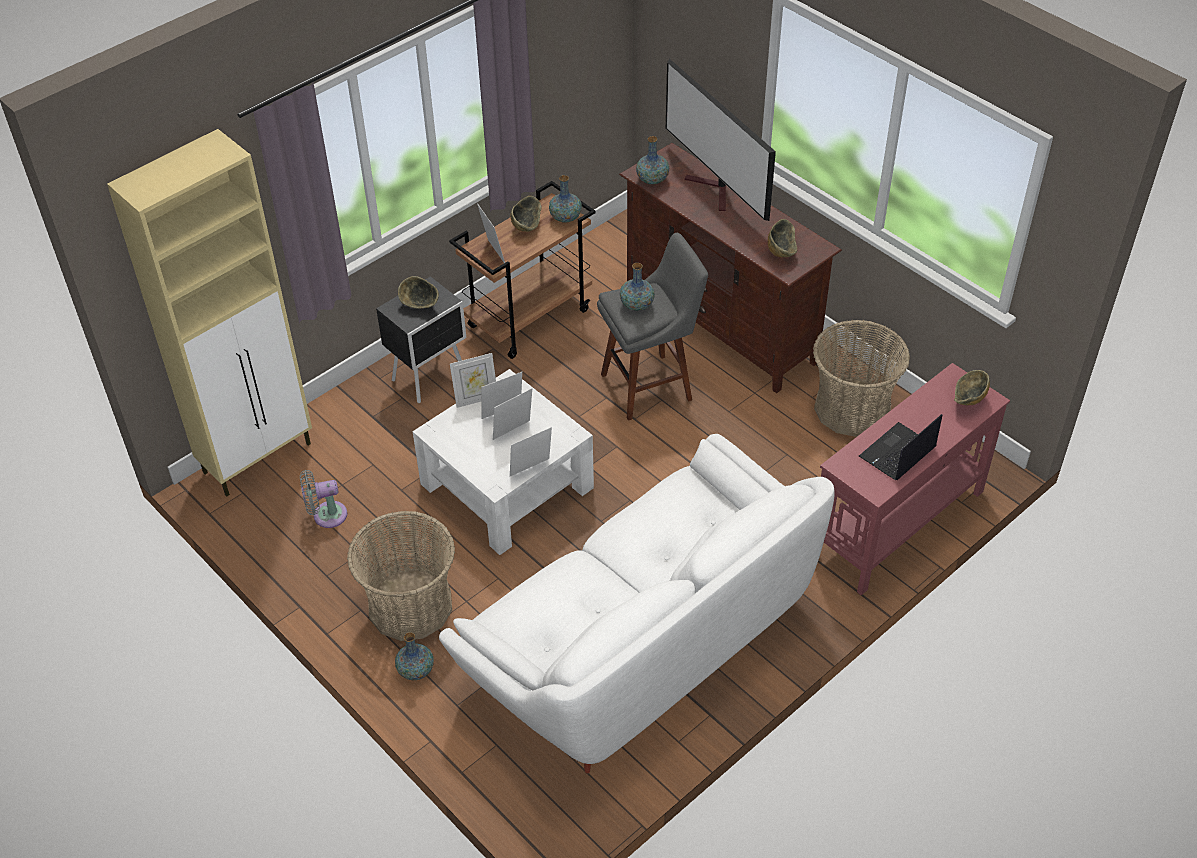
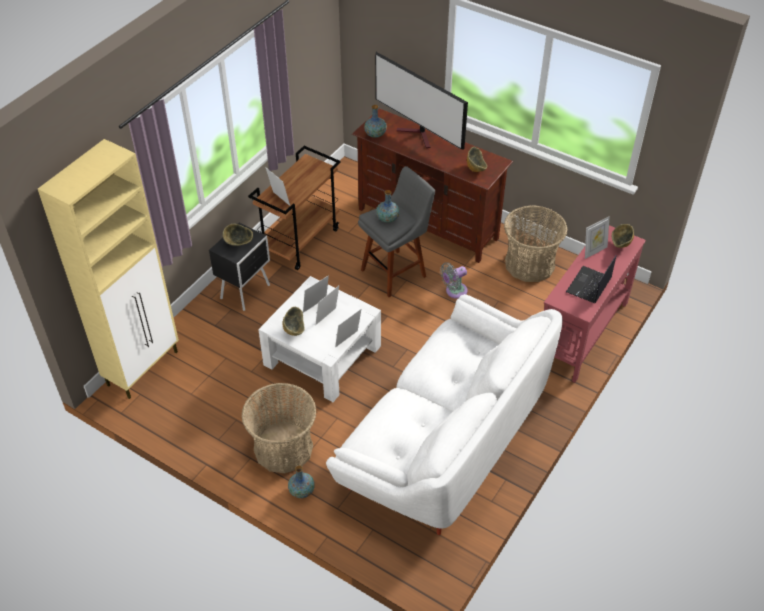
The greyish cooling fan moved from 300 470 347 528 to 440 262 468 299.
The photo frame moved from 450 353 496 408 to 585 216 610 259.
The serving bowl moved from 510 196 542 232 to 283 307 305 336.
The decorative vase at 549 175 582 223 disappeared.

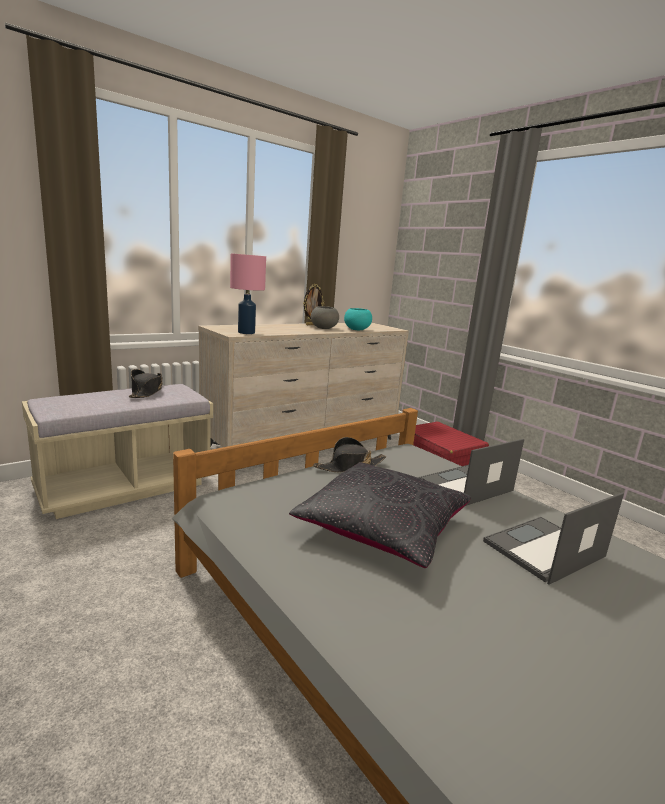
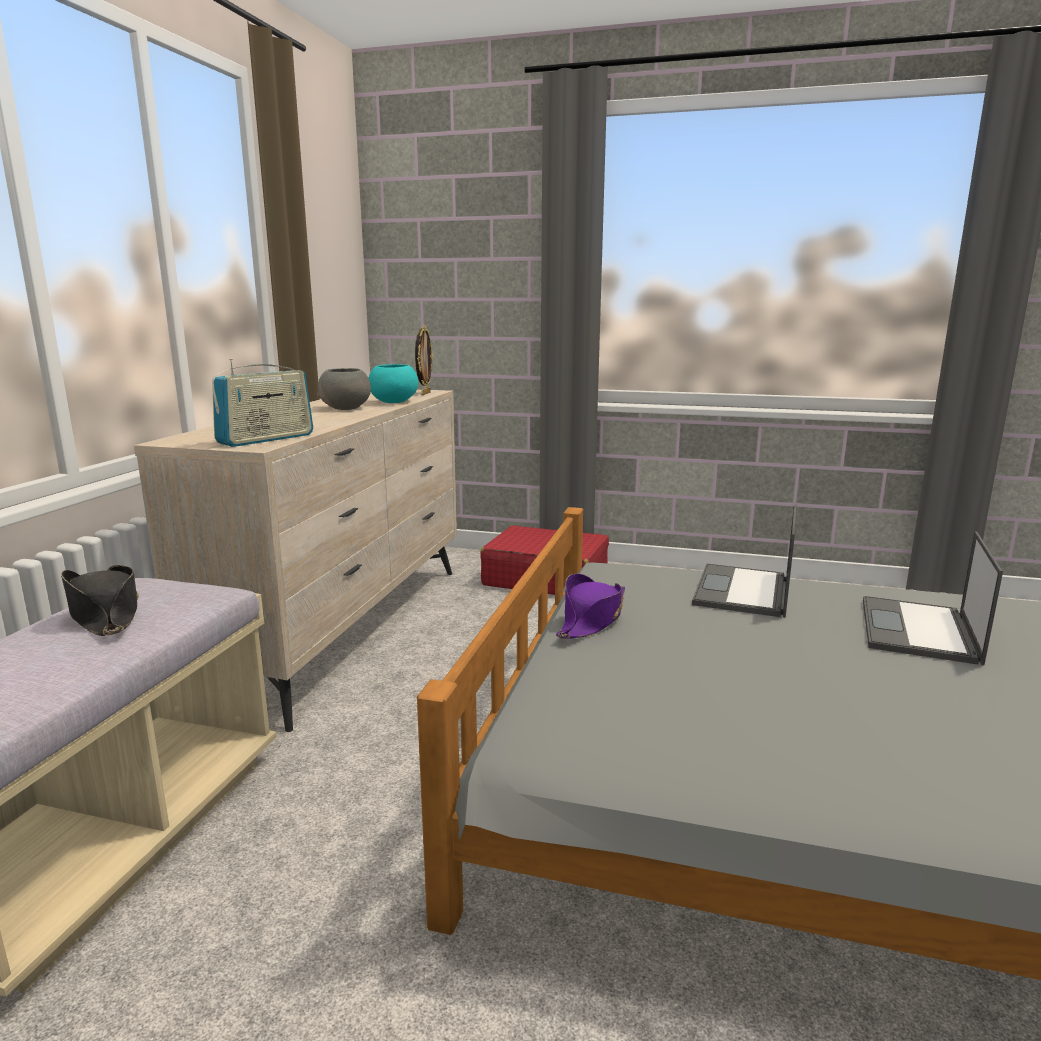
The pink tabletop lamp at 230 253 266 334 was replaced by the radio at 212 358 313 447.
The blackish pillow at 289 462 471 568 disappeared.
The photo frame moved from 303 284 324 325 to 415 325 433 395.
The blackish wearable hat at 313 437 386 472 became the purple-coloured wearable hat at 556 574 625 639.

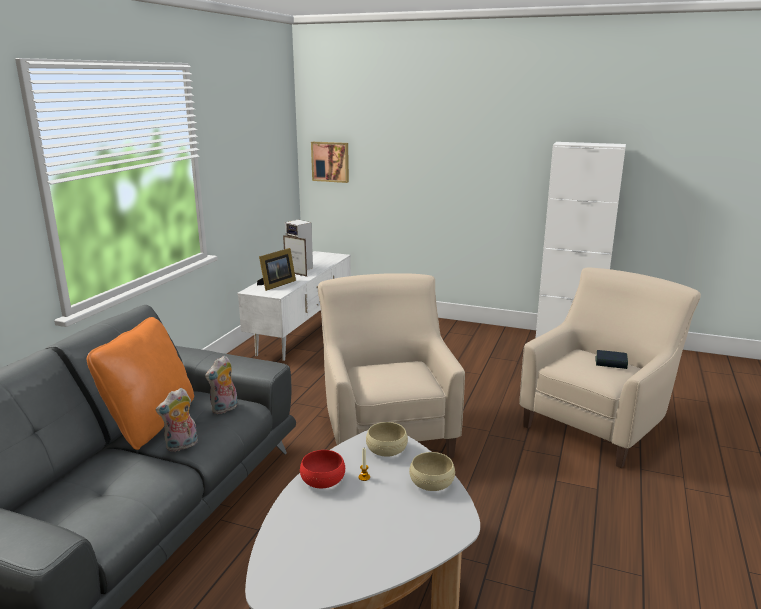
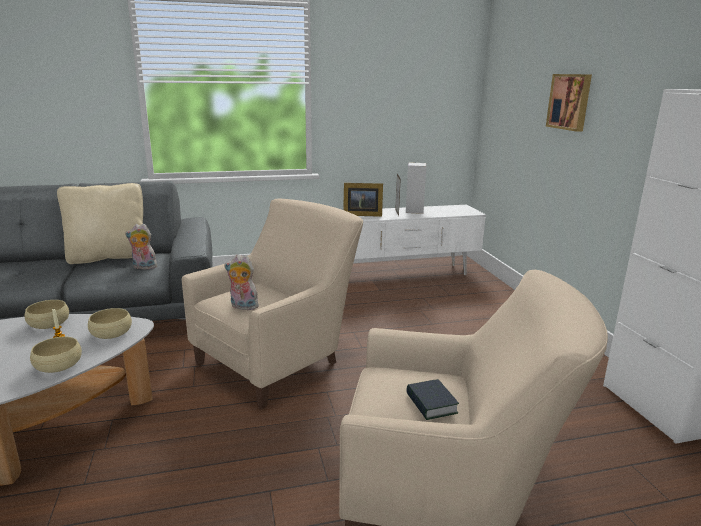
The orangey pillow at 87 317 194 450 became the beige-coloured pillow at 57 183 143 264.
The plush toy moved from 155 388 198 452 to 224 255 261 310.
The red serving bowl at 300 450 345 488 became the beige-coloured serving bowl at 25 300 69 329.
The picture moved from 311 142 349 183 to 546 74 592 132.

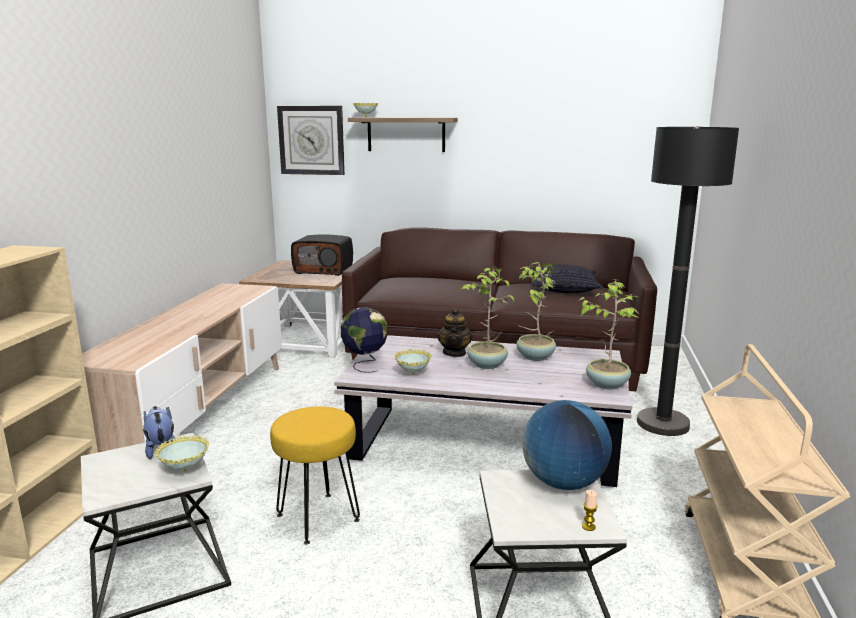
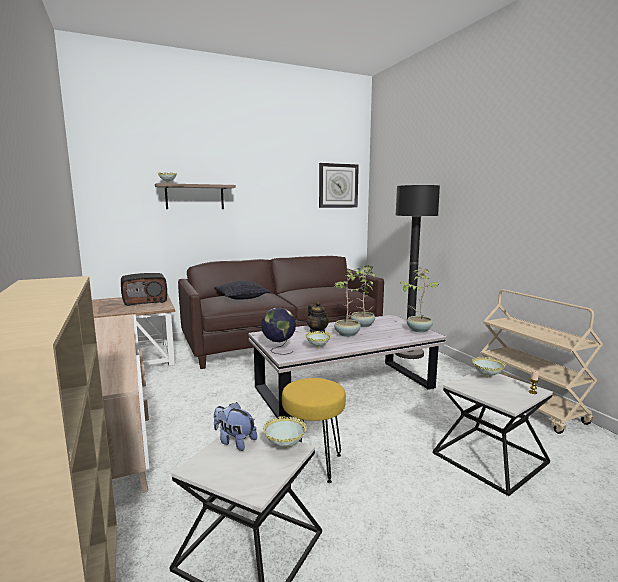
The hanging clock moved from 277 106 345 175 to 319 163 359 208.
The desk globe at 522 400 612 490 was replaced by the serving bowl at 472 357 505 378.
The pillow moved from 532 264 603 293 to 214 281 271 300.

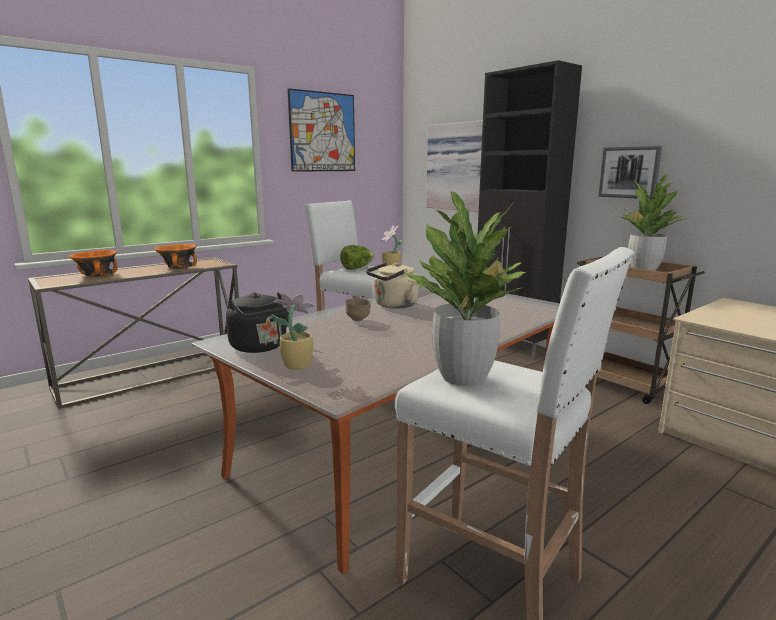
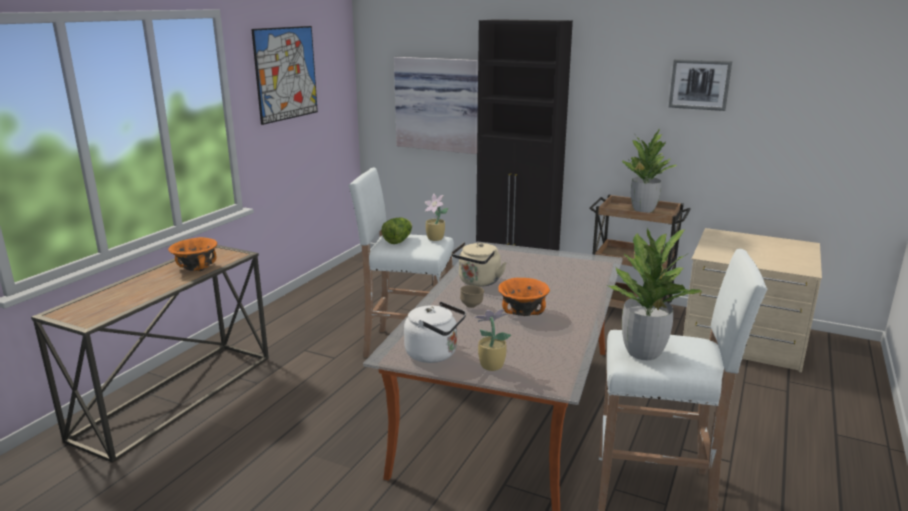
The orangey serving bowl moved from 69 250 118 277 to 498 278 550 316.
The blackish kettle at 226 292 289 353 became the white-coloured kettle at 404 302 466 363.
The picture moved from 598 146 662 199 to 669 59 732 111.

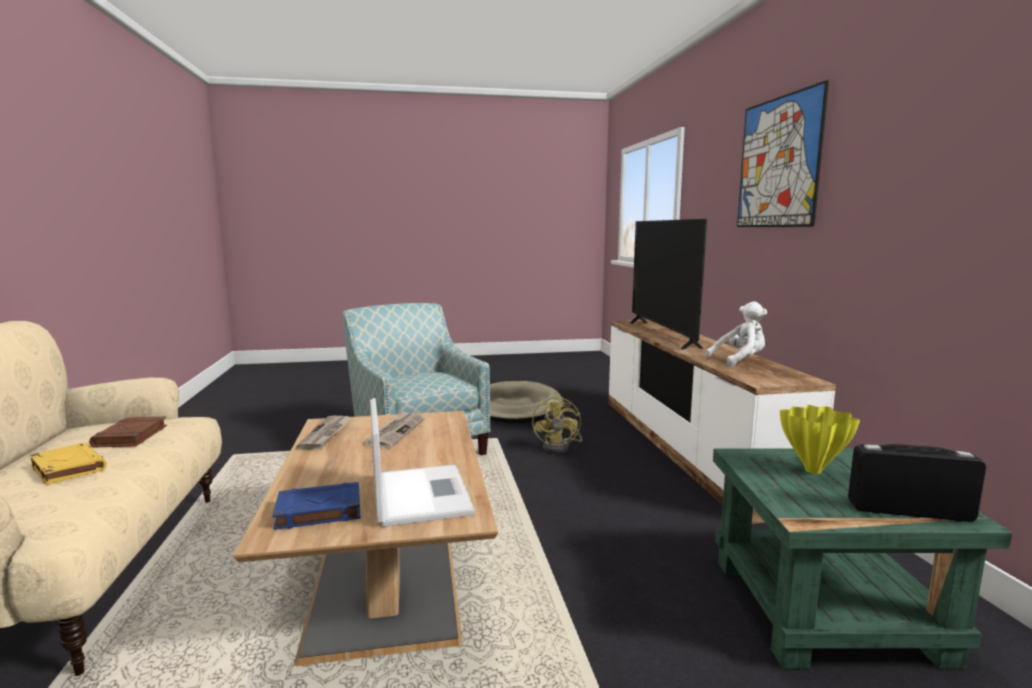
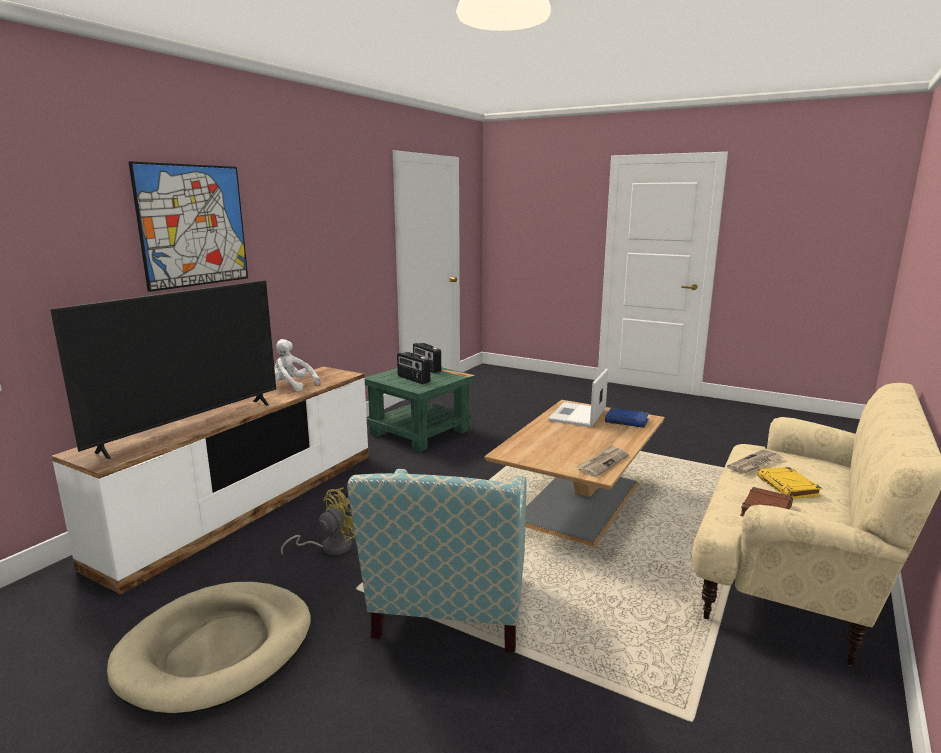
The daily paper moved from 363 411 425 449 to 727 449 782 474.
The yellow-coloured decorative vase at 780 405 860 474 was replaced by the radio at 397 352 430 384.

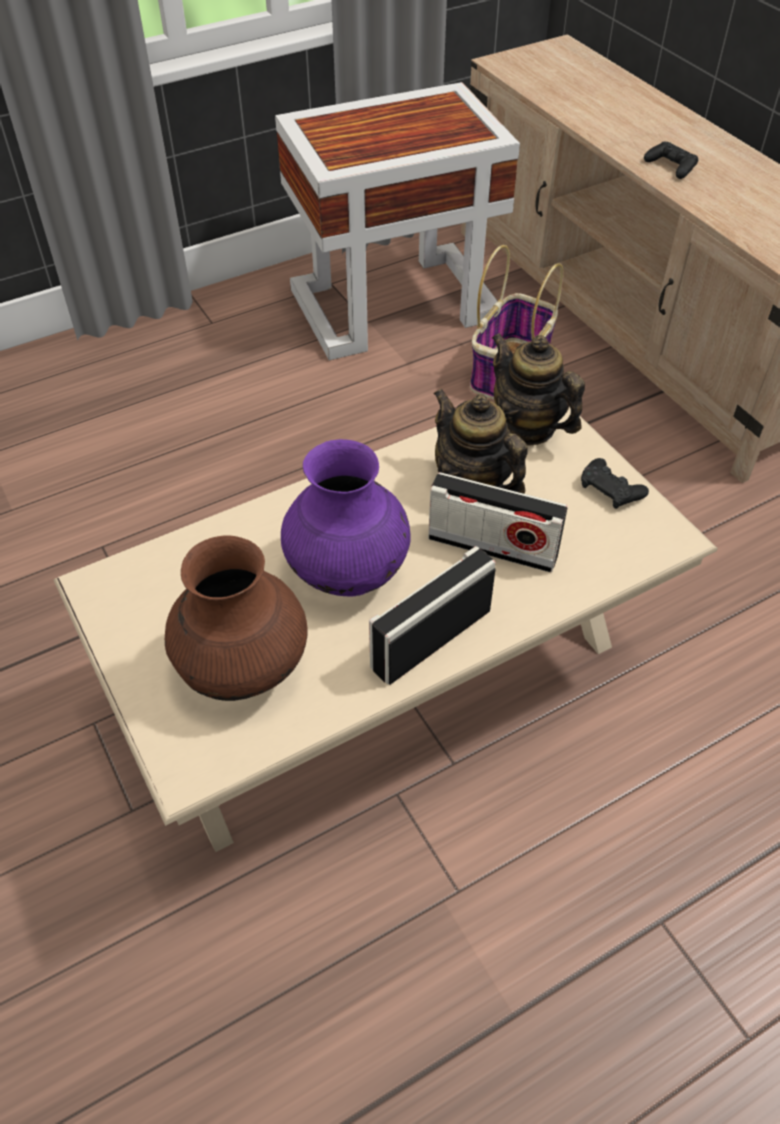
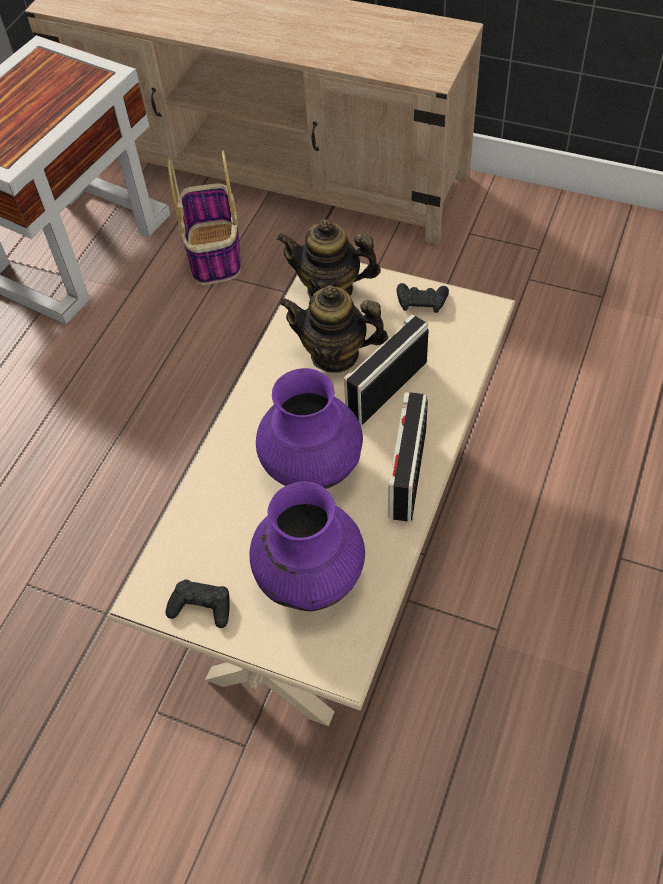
The brown-coloured decorative vase at 165 535 308 701 became the purple-coloured decorative vase at 250 481 365 611.
The radio at 428 472 568 573 turned 150 degrees clockwise.
The blackish game controller moved from 644 142 698 179 to 166 580 230 628.

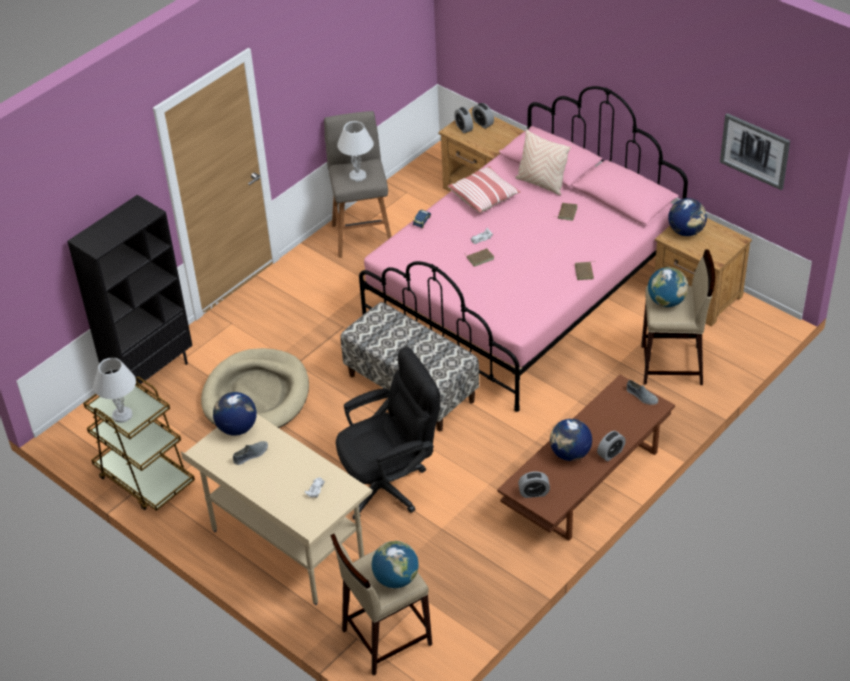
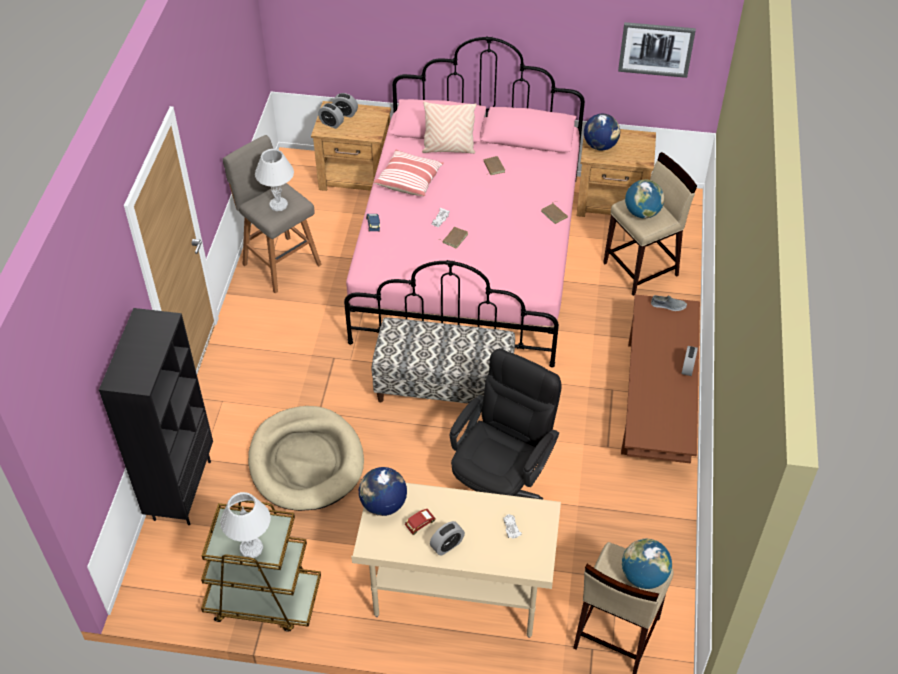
The greyish item of footwear at 233 441 268 465 was replaced by the red miniature car at 405 509 436 535.
The table clock moved from 518 472 550 498 to 430 521 465 555.
The desk globe at 550 419 592 461 disappeared.

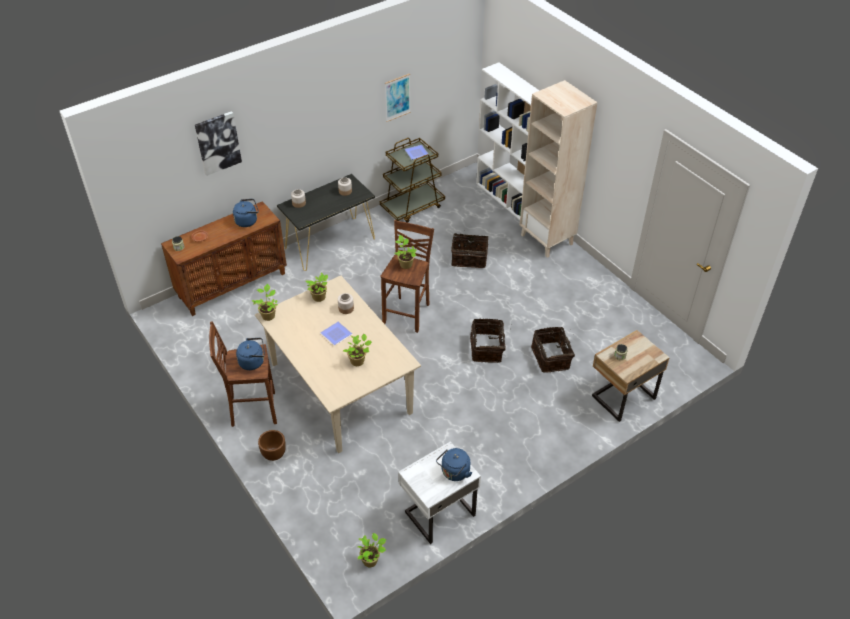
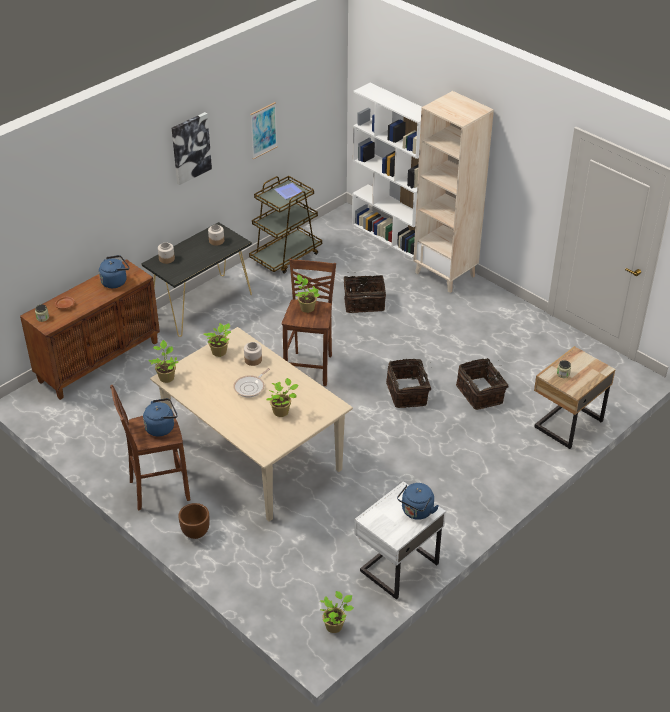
The picture moved from 195 111 242 176 to 172 112 212 185.
The plate at 320 322 352 345 was replaced by the pan at 233 368 270 397.

